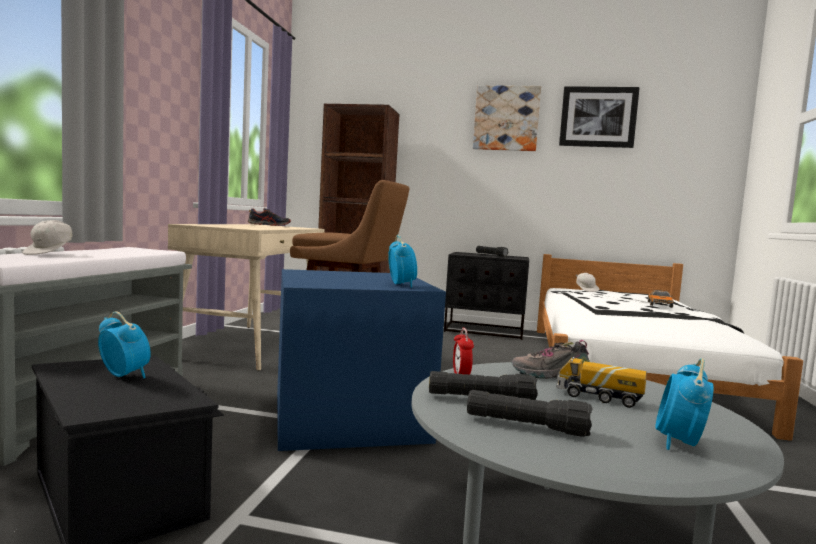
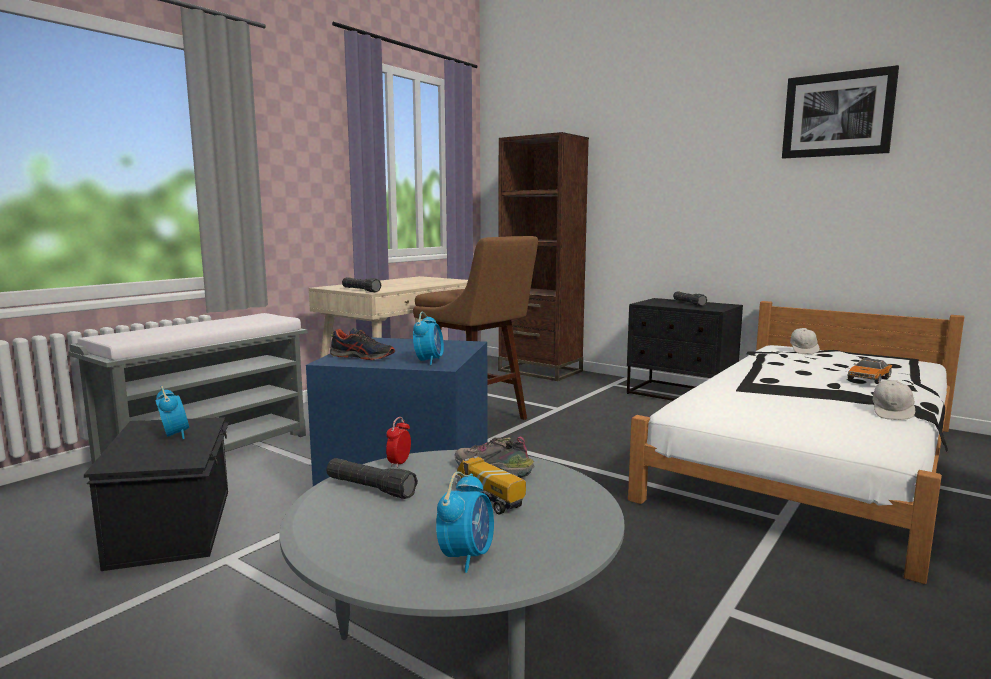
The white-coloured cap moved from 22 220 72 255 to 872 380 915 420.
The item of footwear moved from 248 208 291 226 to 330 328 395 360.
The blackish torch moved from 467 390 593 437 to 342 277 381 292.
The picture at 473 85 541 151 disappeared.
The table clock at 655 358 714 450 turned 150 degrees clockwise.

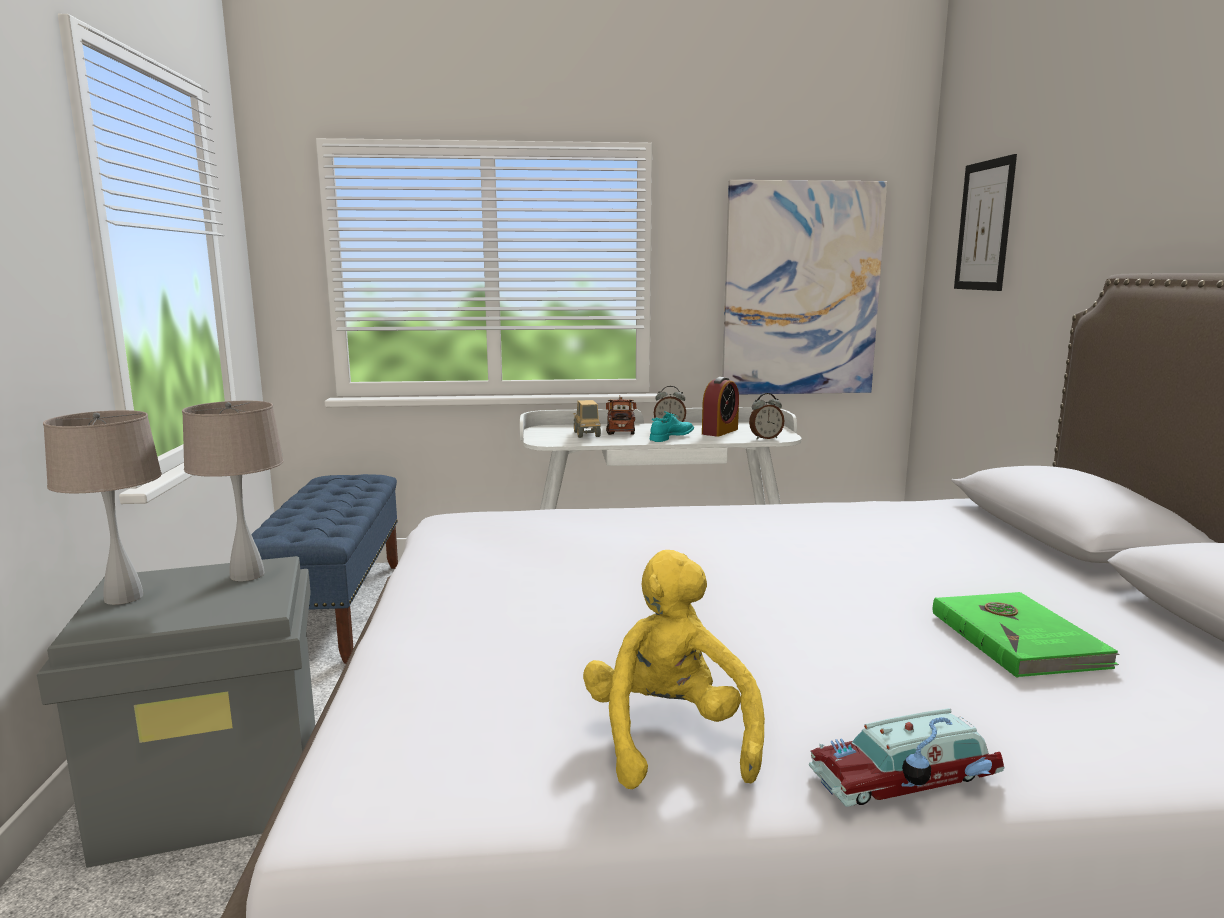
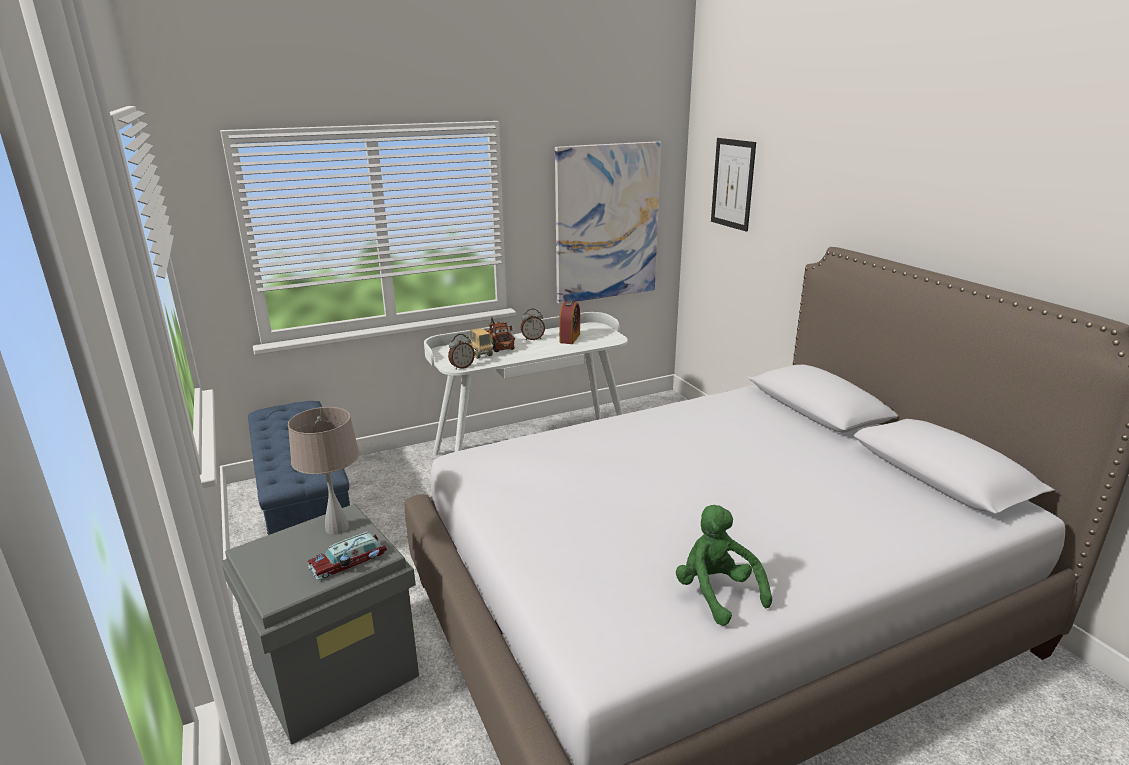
The beige-coloured tabletop lamp at 43 410 162 605 disappeared.
The yellow-coloured plush toy at 583 550 765 789 became the green plush toy at 676 505 772 626.
The blue-green item of footwear at 650 411 694 442 disappeared.
The table clock moved from 749 393 784 440 to 448 334 475 370.
The miniature car moved from 809 708 1004 807 to 307 532 388 580.
The green book at 933 592 1119 678 disappeared.

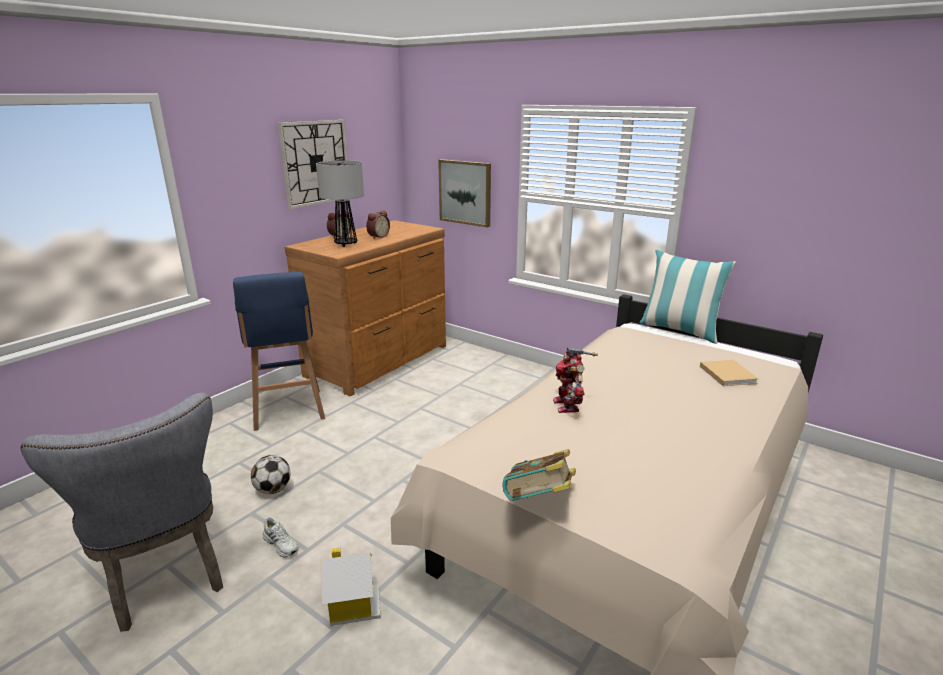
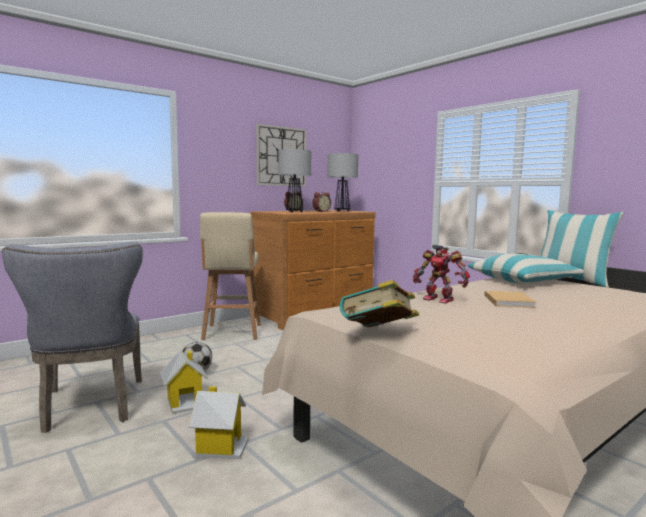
The bluish stool seat at 233 272 325 431 became the beige-coloured stool seat at 200 212 261 340.
The white-coloured item of footwear at 263 517 298 558 was replaced by the miniature house at 160 350 208 414.
The picture at 438 159 491 228 disappeared.
The robot figure at 553 348 598 413 turned 60 degrees counterclockwise.
The beige-coloured book moved from 700 360 758 386 to 484 291 537 308.
The tabletop lamp at 327 153 358 212 appeared.
The pillow at 468 254 584 284 appeared.

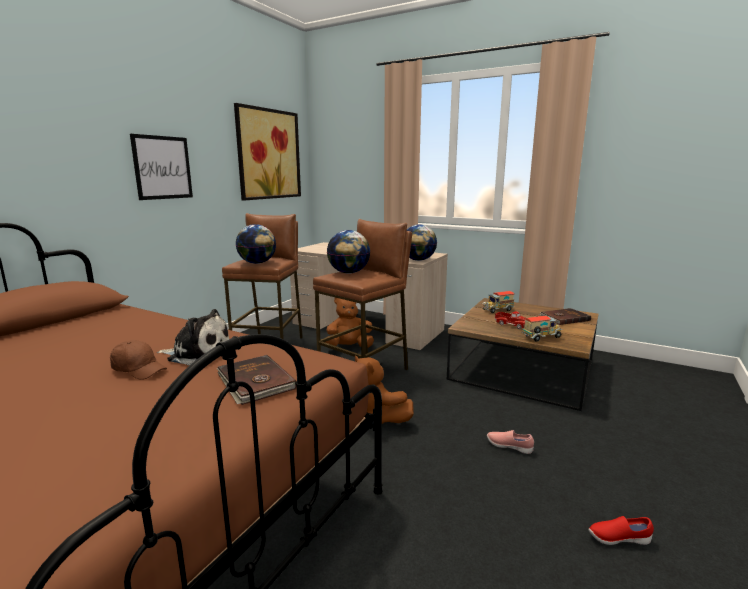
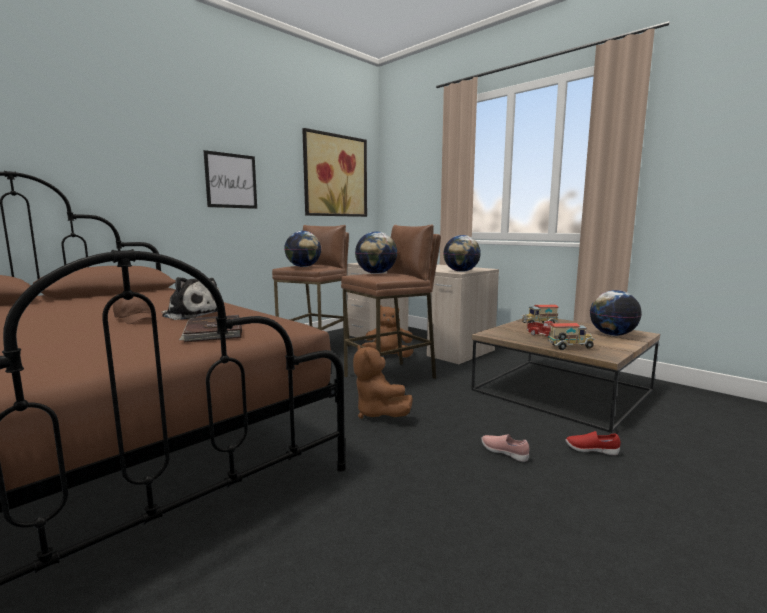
The brown-coloured book at 539 308 591 325 was replaced by the desk globe at 590 290 642 336.
The red item of footwear moved from 589 516 654 545 to 565 431 621 455.

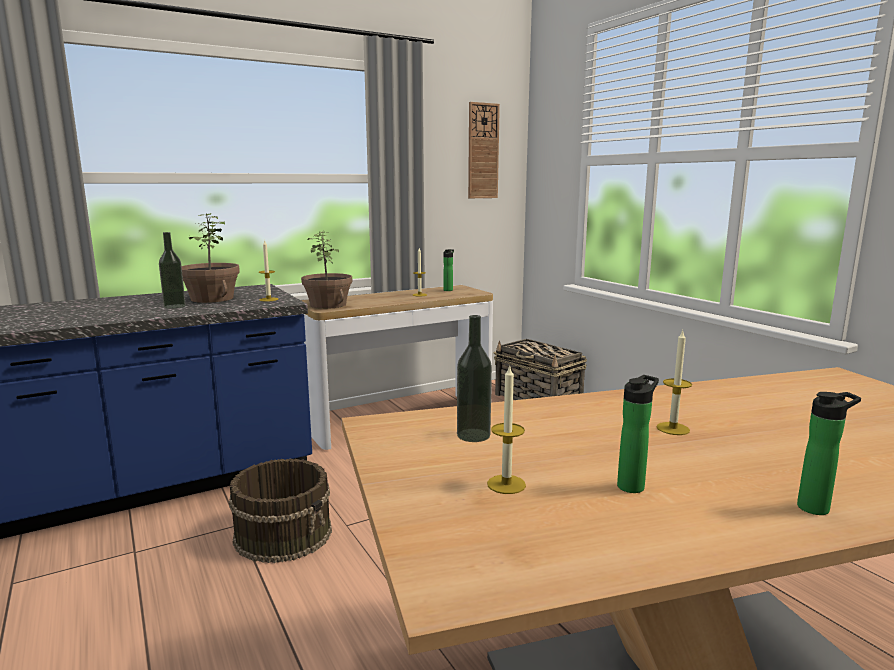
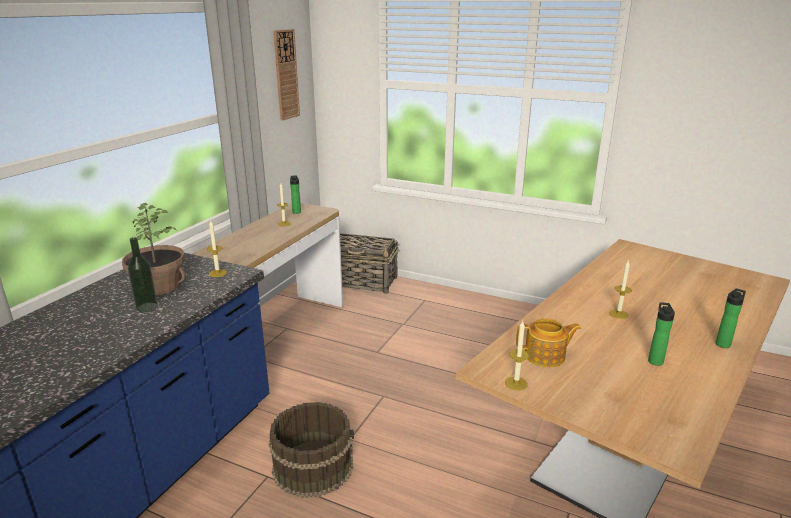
The potted plant at 301 232 352 309 disappeared.
The beverage bottle at 457 315 492 442 was replaced by the tea pot at 516 318 581 367.
The candle moved from 487 364 526 494 to 505 321 529 391.

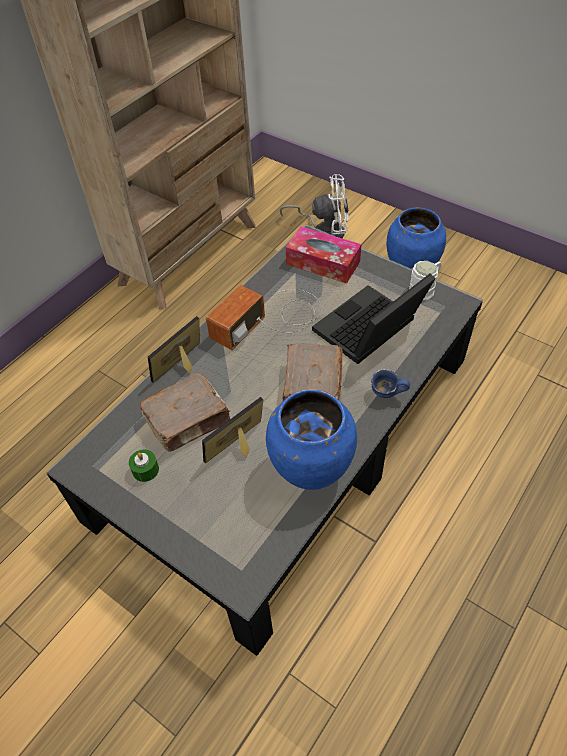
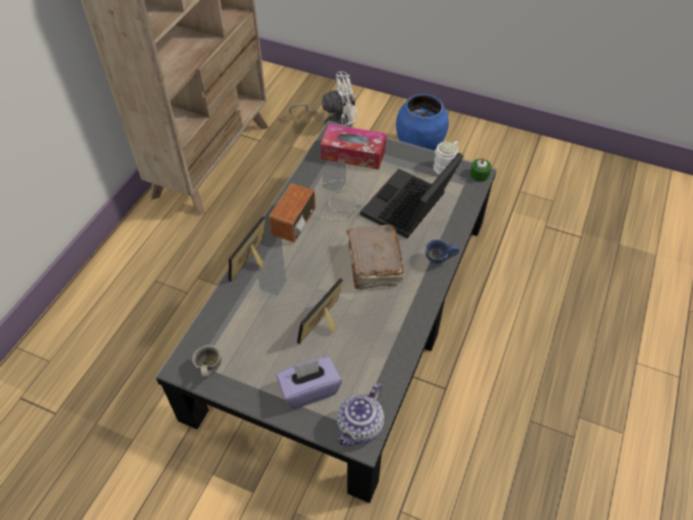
The green candle moved from 129 449 159 482 to 470 158 492 182.
The brown-coloured book at 139 373 230 452 disappeared.
The bluish decorative vase at 266 389 357 490 disappeared.
The greyish coffee mug at 192 345 221 378 appeared.
The purple-coloured tissue box at 277 356 342 409 appeared.
The tea pot at 337 383 385 446 appeared.

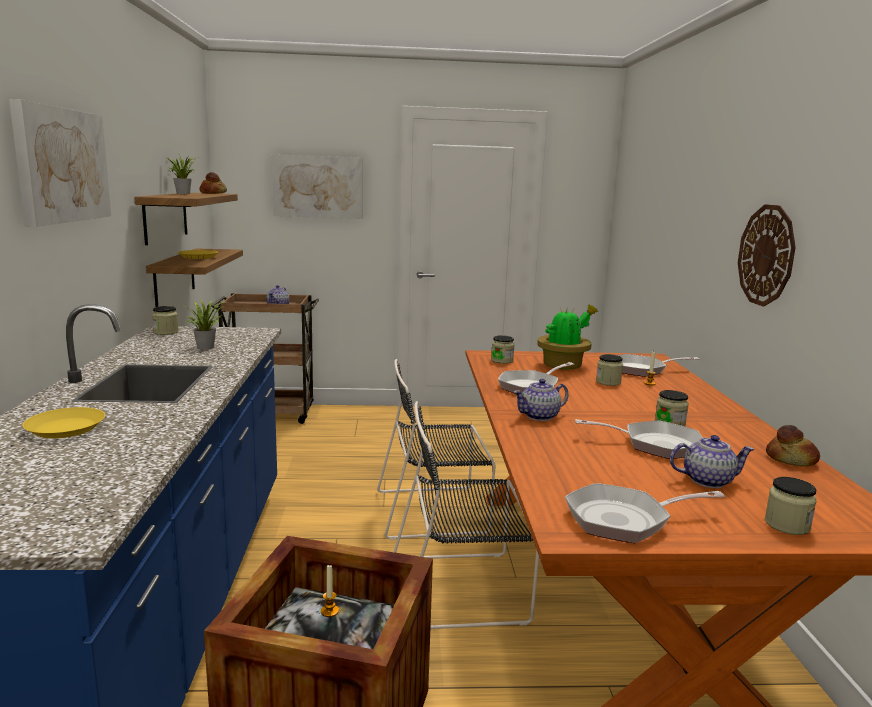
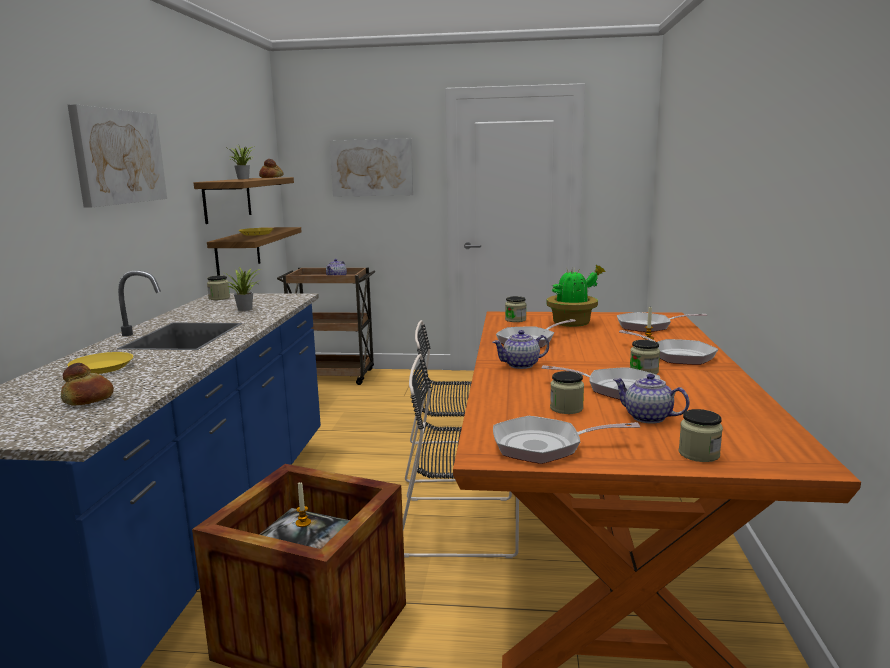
The preserve jar moved from 596 354 623 386 to 550 371 584 414.
The tea pot at 670 435 755 488 turned 150 degrees counterclockwise.
The hanging clock at 738 204 796 307 disappeared.
The baked bread moved from 766 425 820 467 to 61 363 114 406.
The pan at 619 330 718 365 appeared.

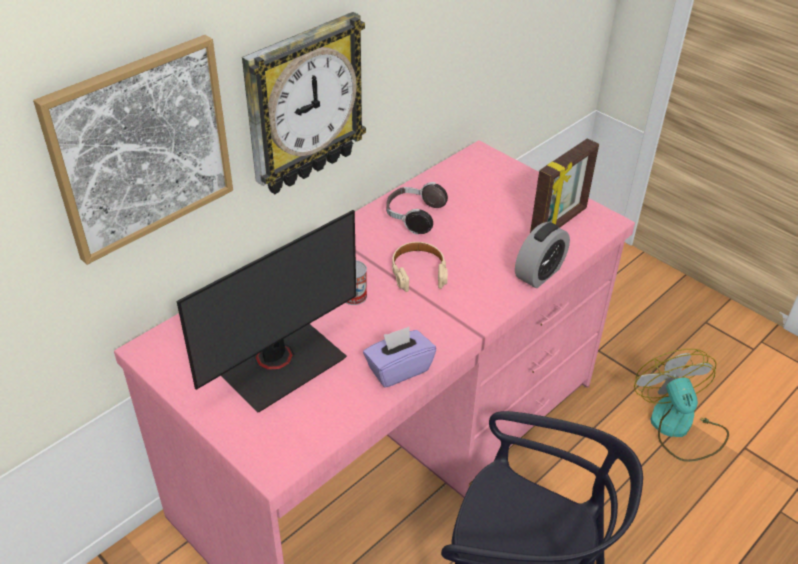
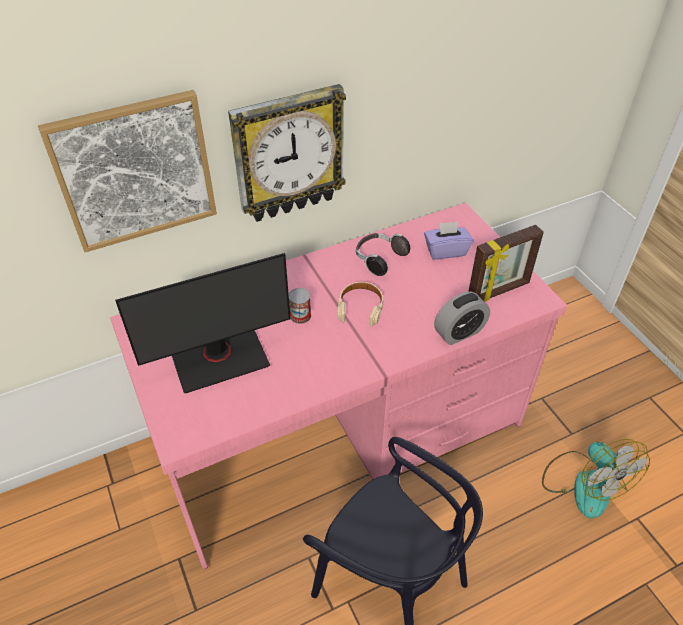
The purple-coloured tissue box moved from 363 327 436 388 to 424 222 473 260.
The cooling fan at 634 349 729 462 turned 150 degrees clockwise.

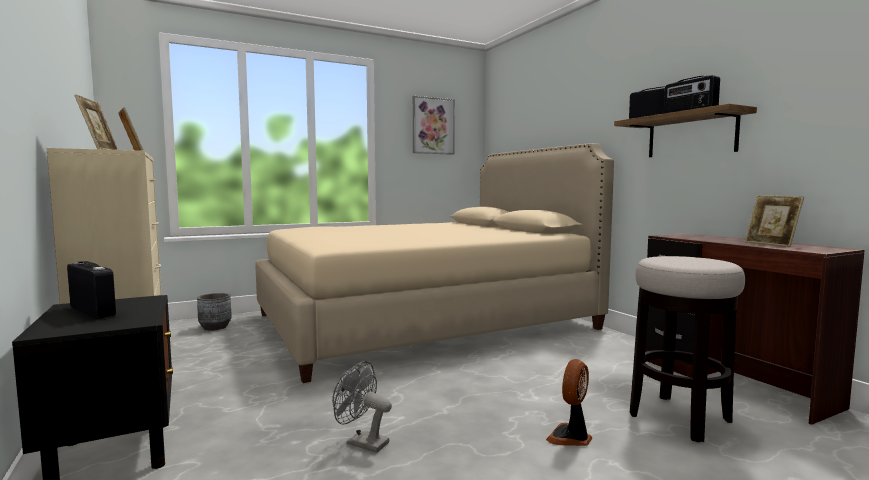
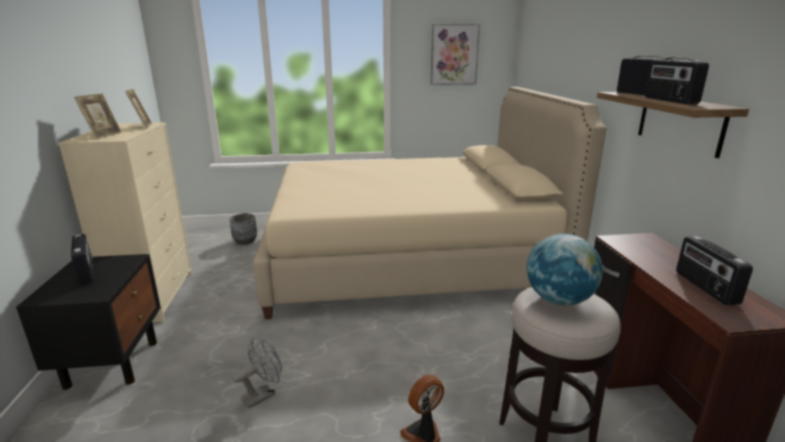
The greyish cooling fan at 332 361 392 453 turned 90 degrees clockwise.
The photo frame at 745 195 804 247 was replaced by the radio at 676 236 753 306.
The desk globe at 527 234 603 305 appeared.

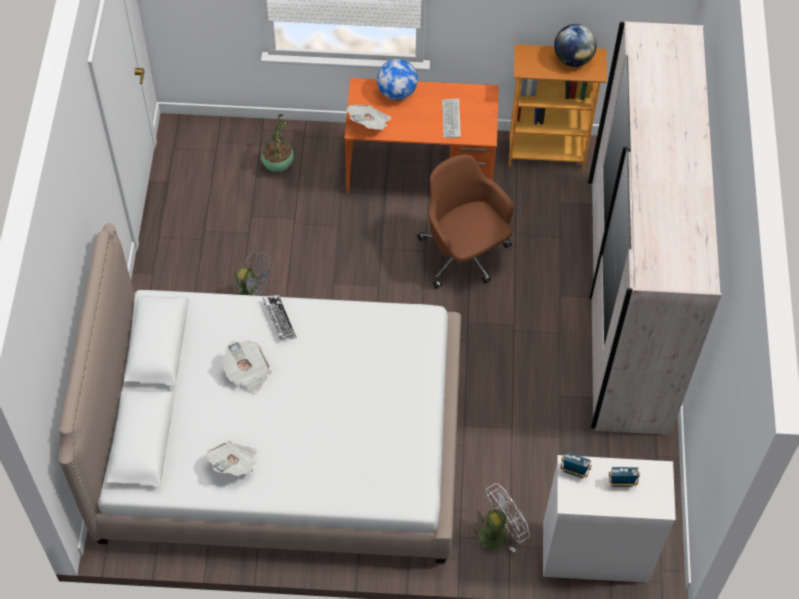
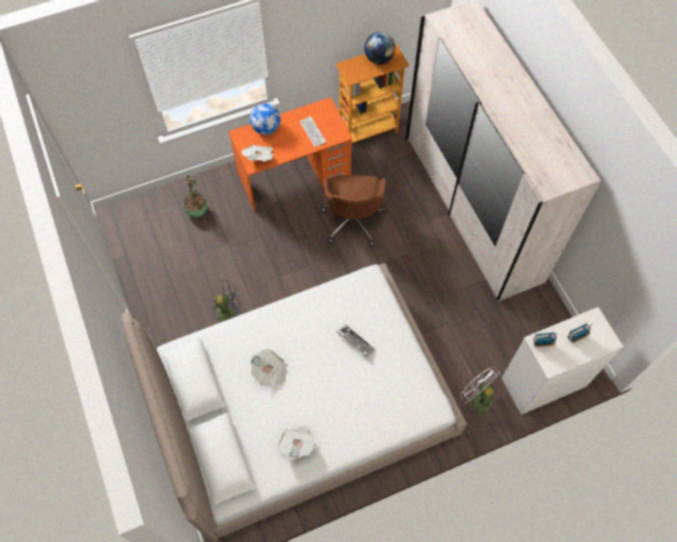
The PC keyboard moved from 263 295 297 340 to 336 324 376 357.
The brown-coloured computer chair at 417 154 514 289 turned 120 degrees counterclockwise.
The white-coloured cooling fan at 470 483 530 552 turned 75 degrees counterclockwise.

